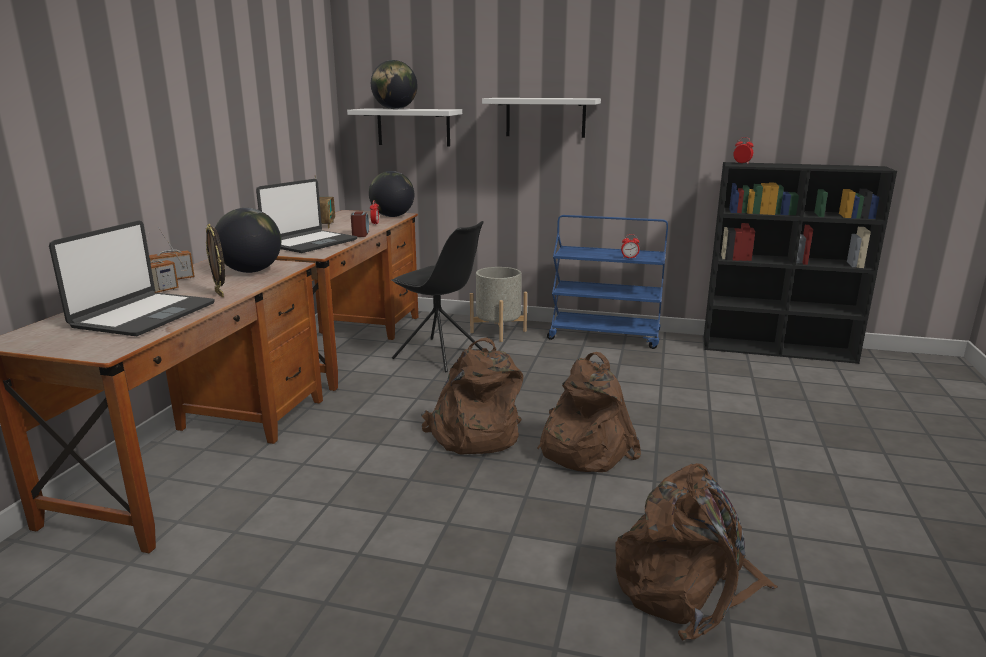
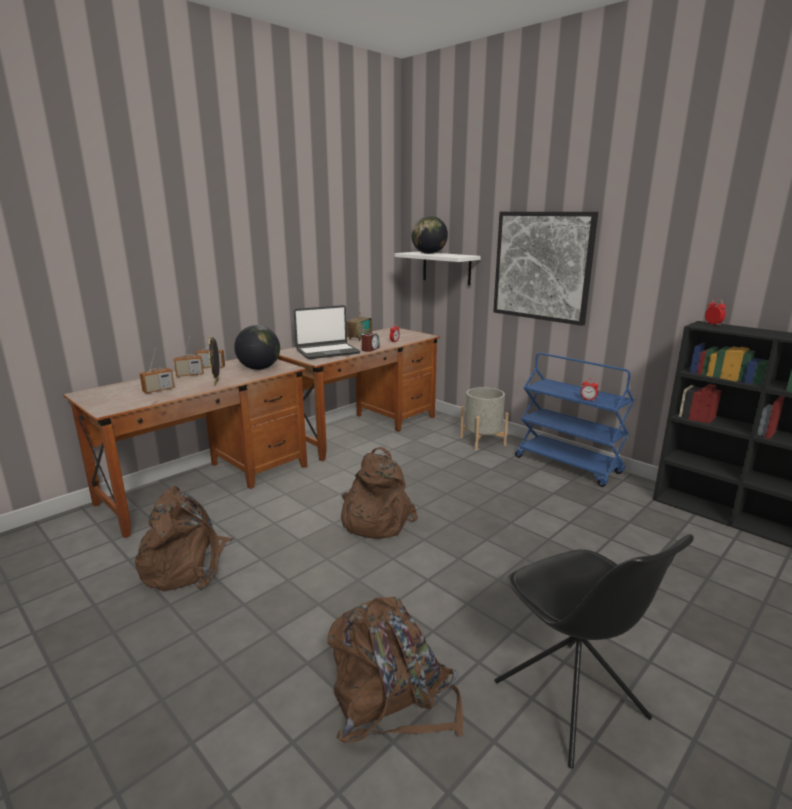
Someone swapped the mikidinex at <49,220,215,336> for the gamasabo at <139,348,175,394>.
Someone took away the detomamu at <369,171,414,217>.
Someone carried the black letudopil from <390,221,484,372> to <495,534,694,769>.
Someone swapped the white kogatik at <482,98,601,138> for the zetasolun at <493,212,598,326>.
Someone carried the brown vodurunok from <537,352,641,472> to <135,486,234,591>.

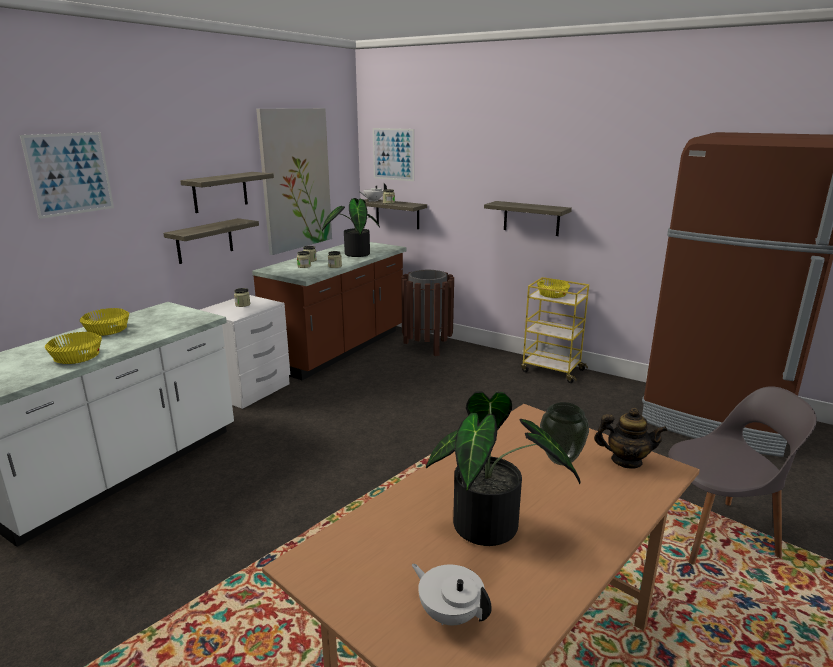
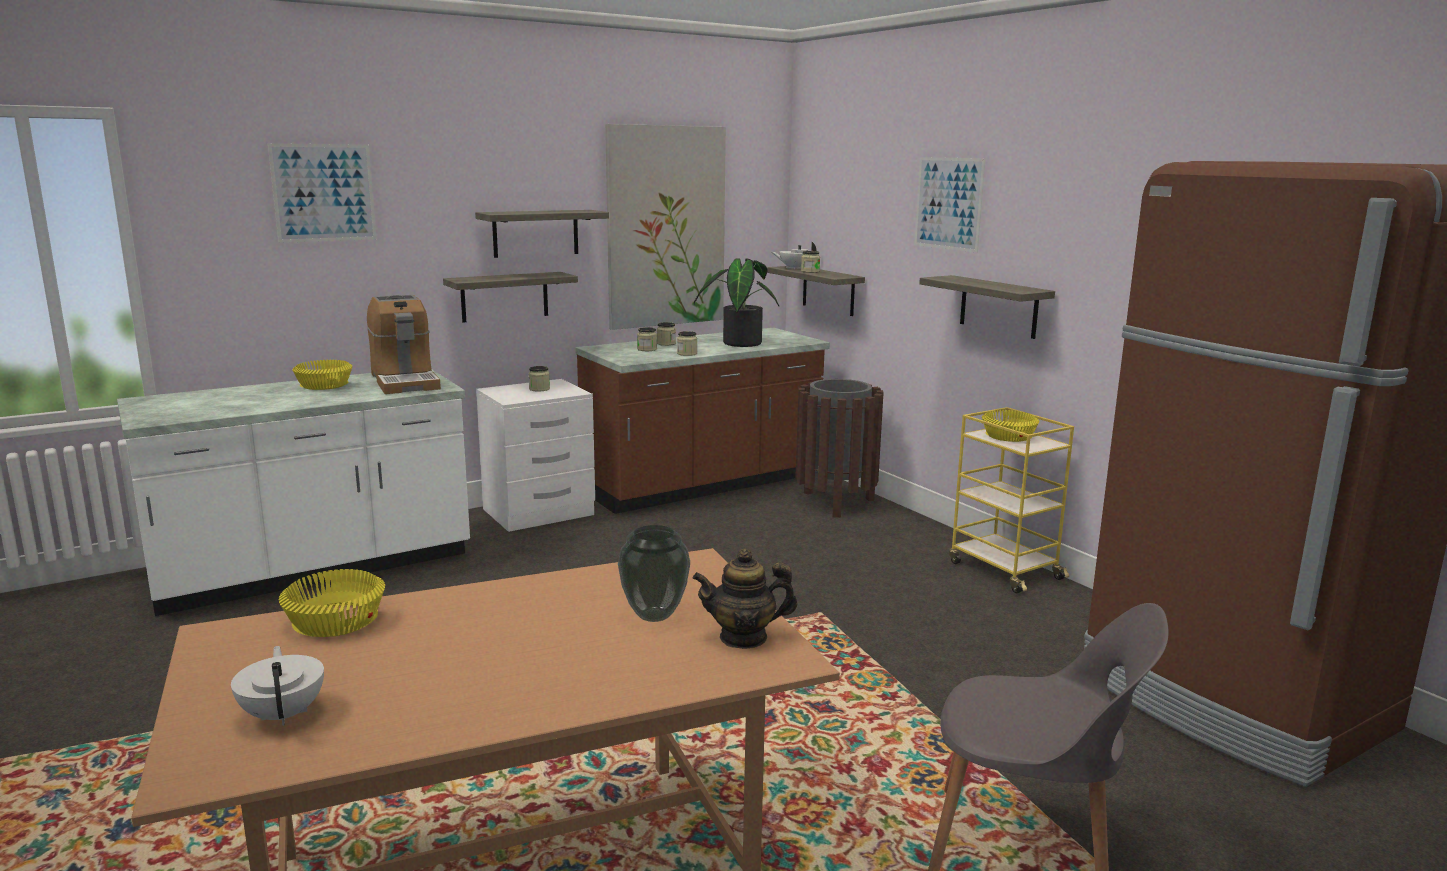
Someone carried the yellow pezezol from <45,332,102,364> to <278,569,385,637>.
Someone carried the zetasolun from <373,128,414,181> to <914,157,986,253>.
Someone took away the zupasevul at <426,391,581,546>.
Someone rotated the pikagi at <594,408,668,469> by 135 degrees clockwise.
Someone put down the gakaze at <367,295,441,394>.

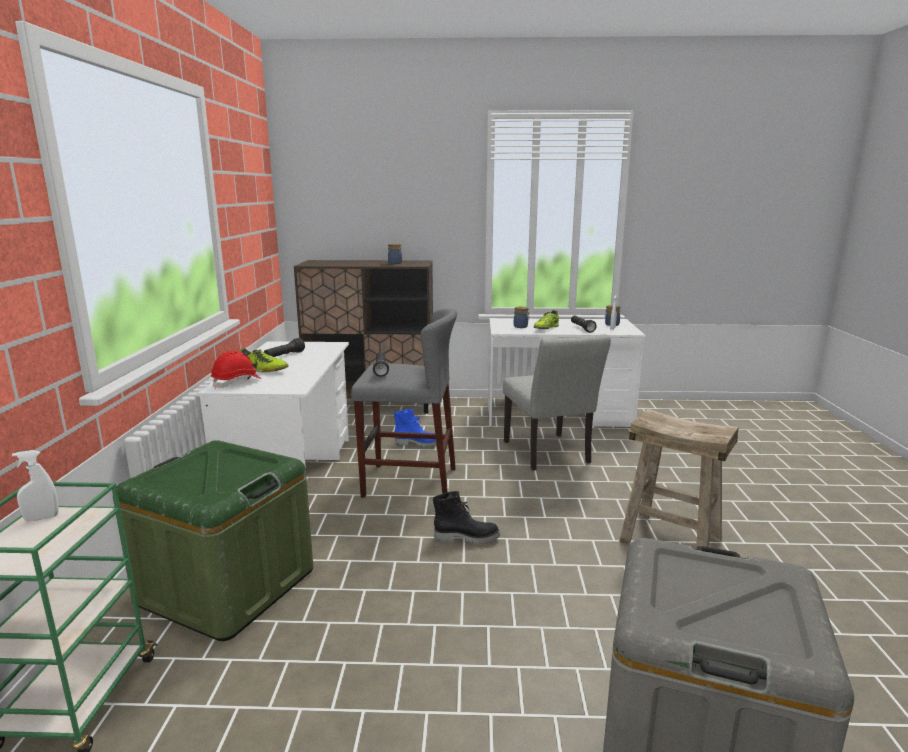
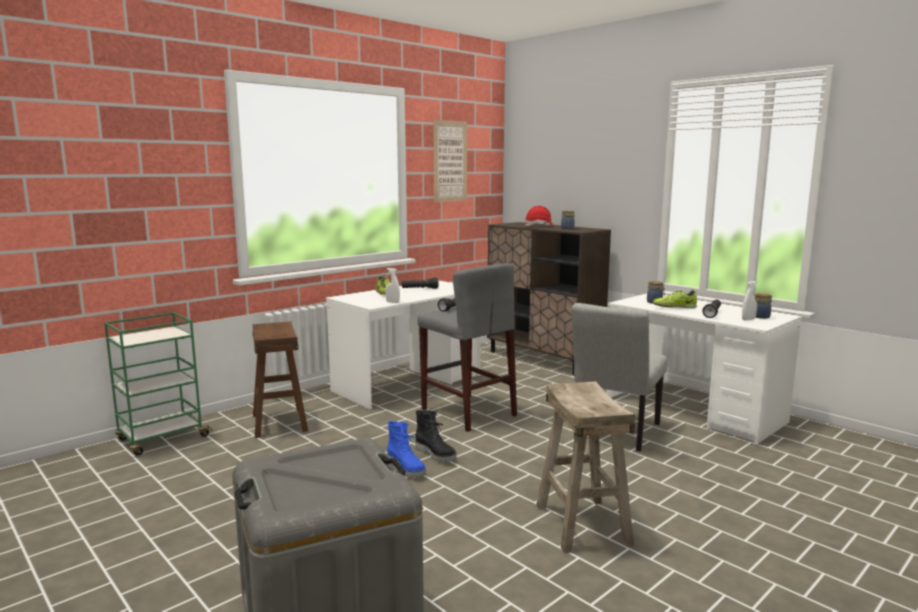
Someone carried the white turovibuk from <12,450,59,521> to <385,268,400,303>.
Someone swapped the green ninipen at <113,440,313,641> for the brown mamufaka at <252,322,308,438>.
Someone carried the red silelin from <211,351,262,389> to <525,206,554,226>.
Someone carried the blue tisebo from <394,409,437,447> to <387,421,426,478>.
Someone put up the zetasolun at <433,120,467,202>.

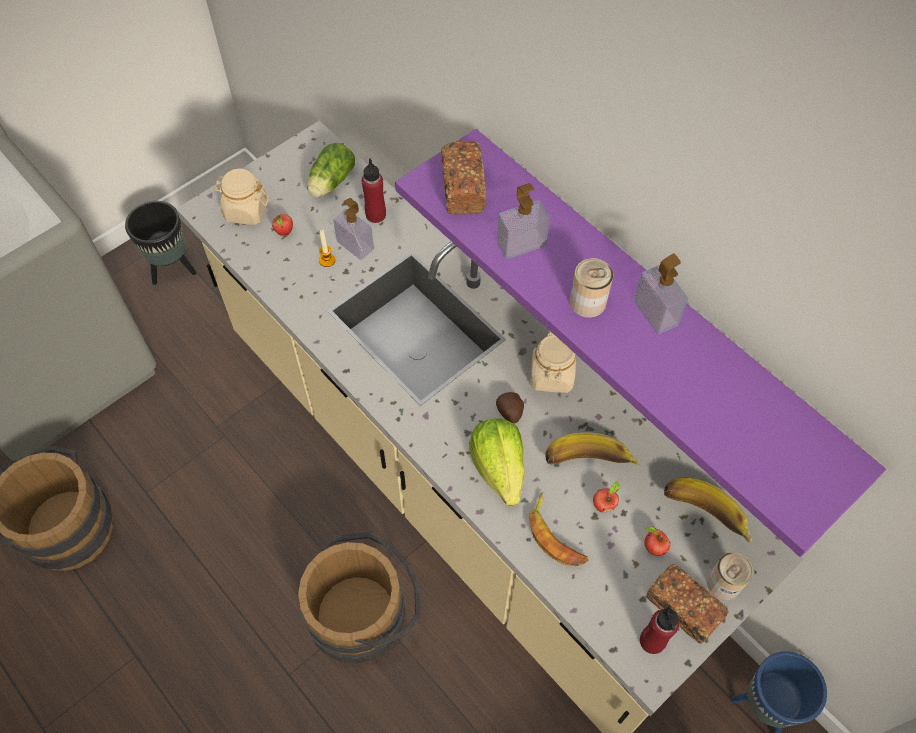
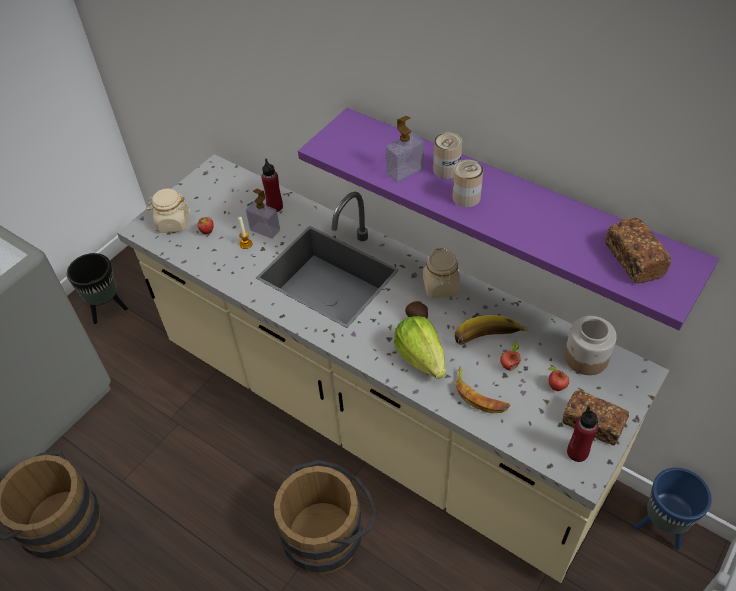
Someone took away the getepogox at <307,142,355,197>.
Someone carried the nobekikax from <441,140,486,215> to <605,218,671,284>.
Someone took away the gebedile at <634,254,688,334>.
Someone swapped the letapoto at <664,478,753,543> for the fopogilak at <564,316,617,375>.
Someone carried the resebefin from <707,552,753,600> to <433,132,462,179>.

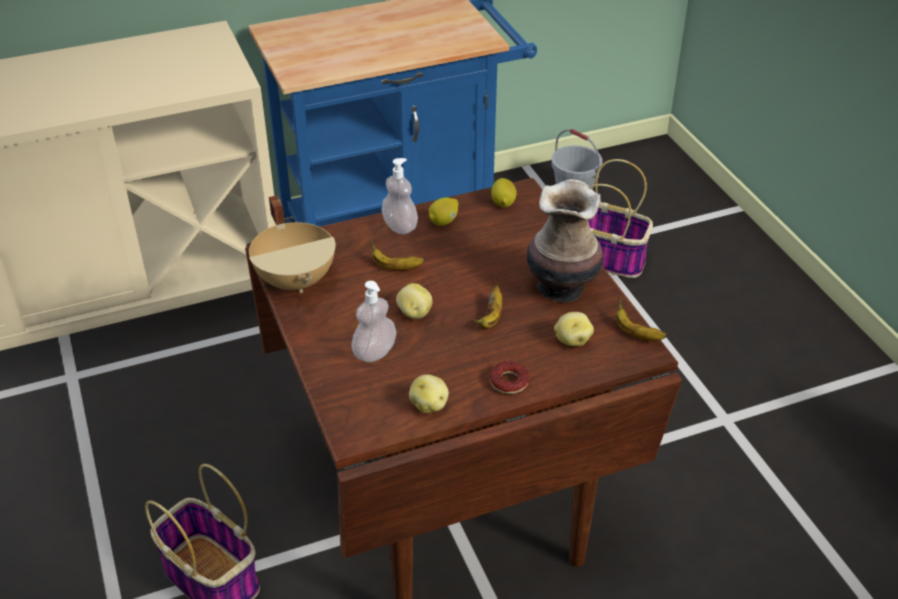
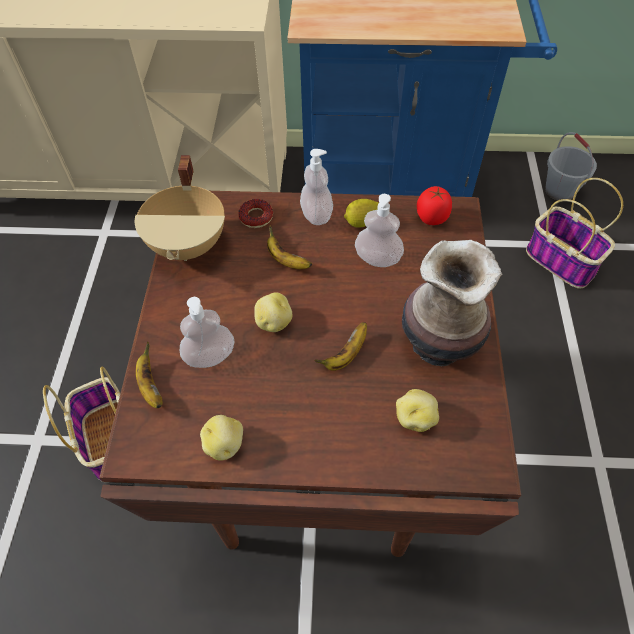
Someone carried the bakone from <489,361,529,394> to <238,199,273,228>.
Someone swapped the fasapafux at <491,178,517,207> for the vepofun at <417,186,452,225>.
Someone carried the letapoto from <616,298,667,341> to <136,342,163,408>.
Someone put down the gebedile at <355,194,404,267>.

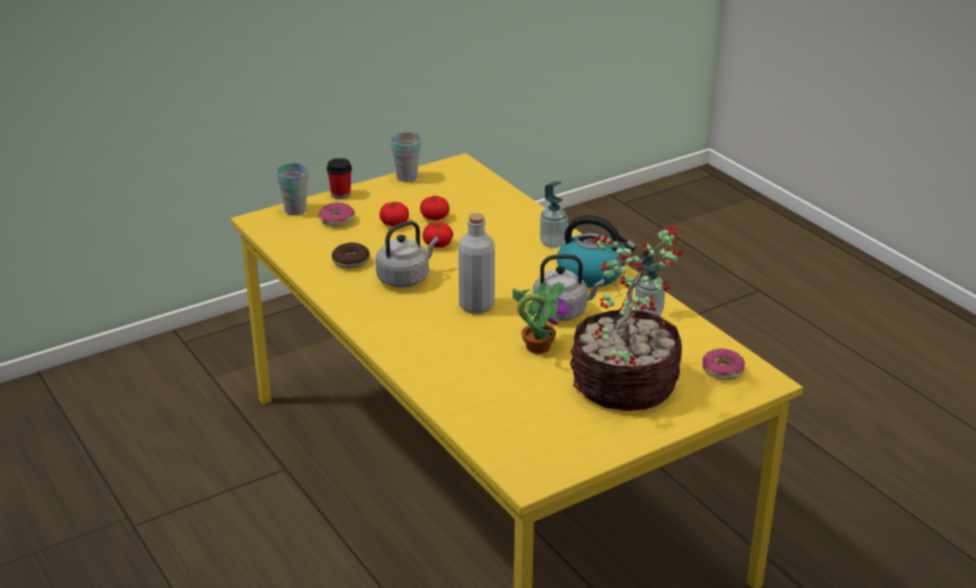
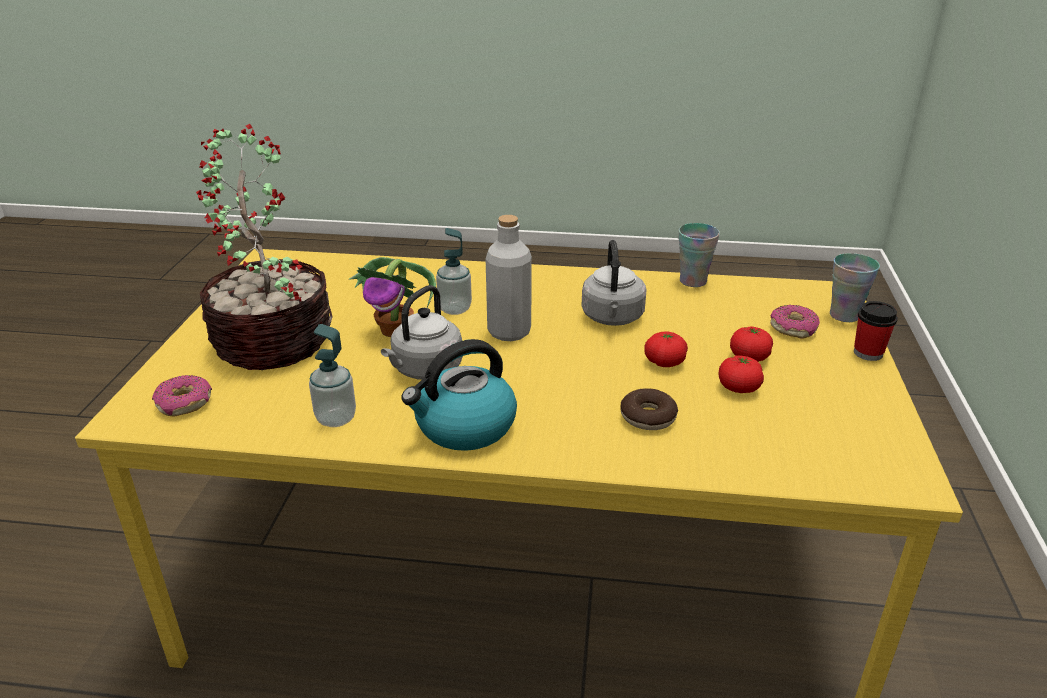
Someone carried the bakone from <332,242,370,269> to <620,388,678,430>.
Someone carried the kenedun from <390,132,421,182> to <679,223,720,287>.
Someone carried the gebedile from <540,181,568,248> to <436,228,472,315>.

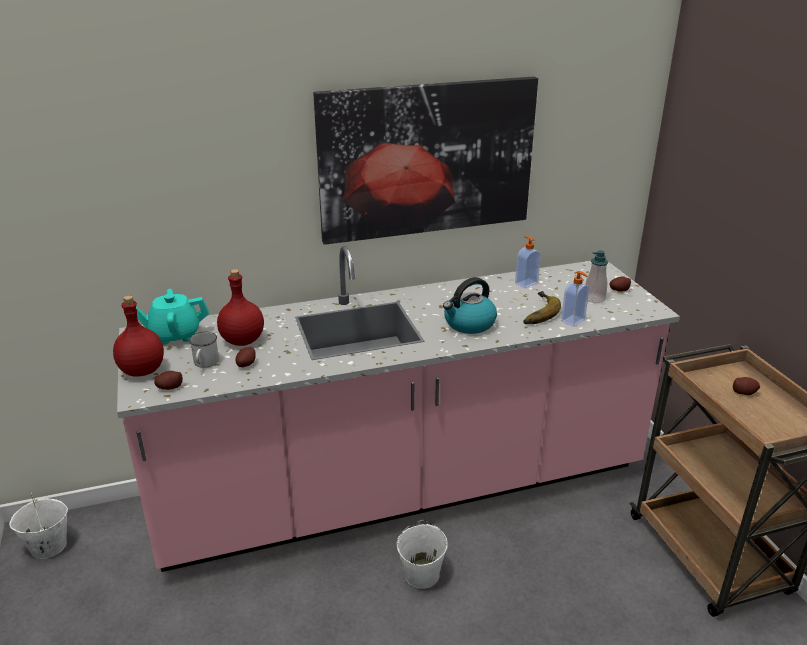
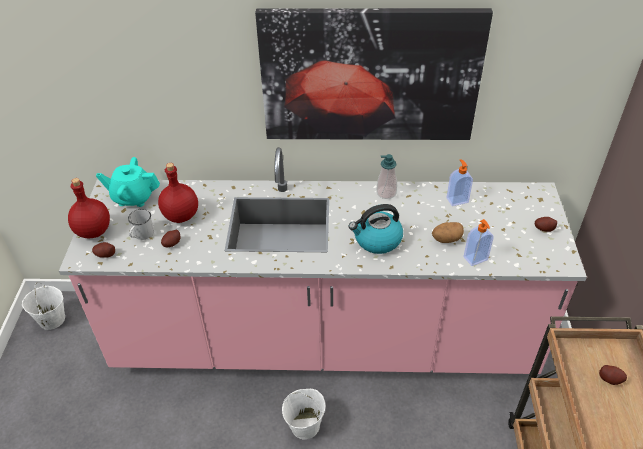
Someone swapped the letapoto at <523,291,561,324> for the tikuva at <432,222,464,243>.
Someone carried the gebedile from <585,250,608,303> to <377,154,397,199>.

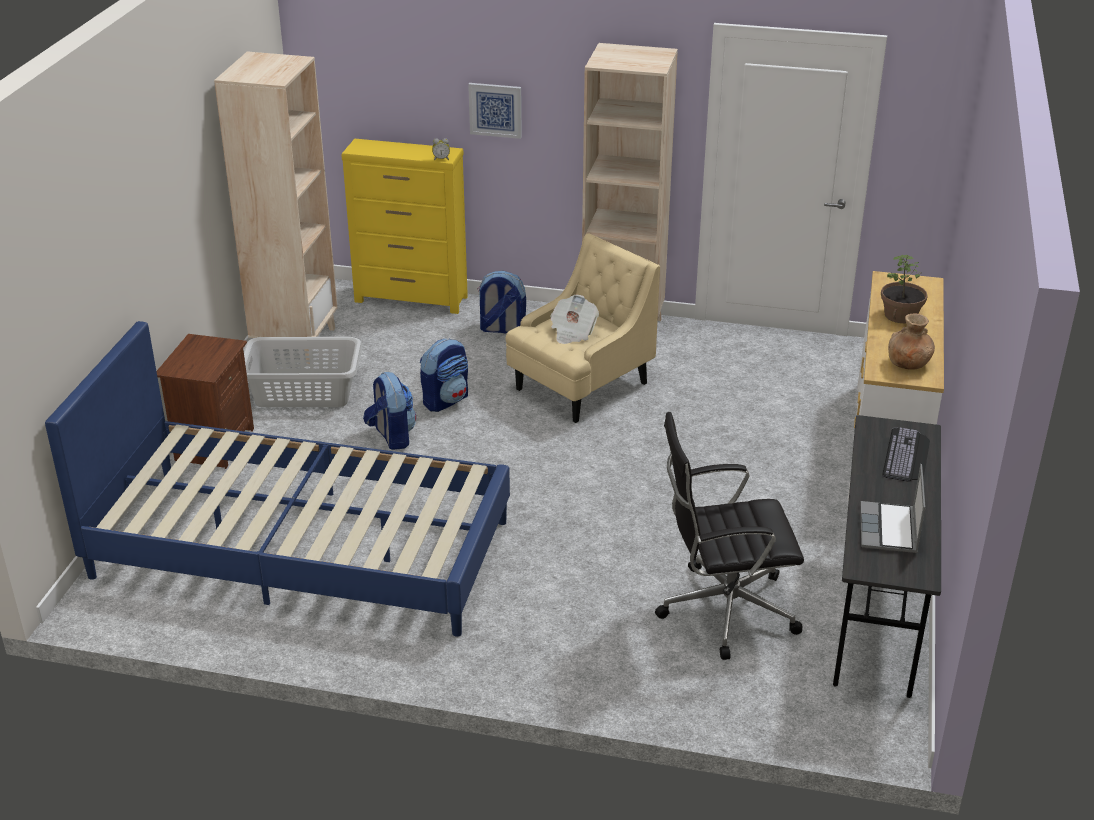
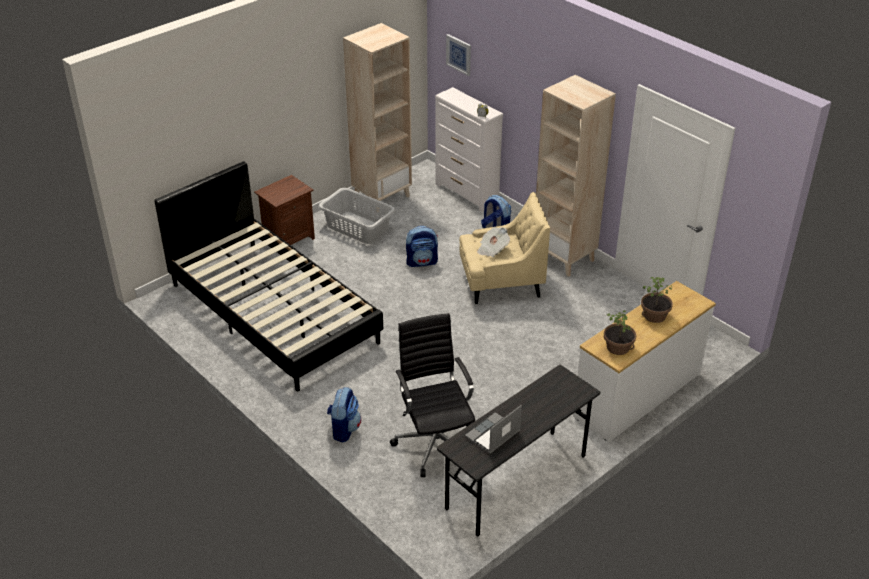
Someone repainted the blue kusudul at <45,321,510,637>, which became the black kusudul at <154,161,383,391>.
Someone repainted the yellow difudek at <341,138,468,314>, which became the white difudek at <435,87,503,213>.
Someone carried the vodurunok from <363,372,416,450> to <327,387,361,443>.
Someone carried the zetasolun from <468,83,522,139> to <446,34,471,76>.
Someone rotated the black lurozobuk at <655,412,804,660> by 45 degrees clockwise.
Someone took away the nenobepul at <882,427,930,482>.
Someone swapped the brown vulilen at <888,313,935,370> for the zupasevul at <604,311,636,355>.

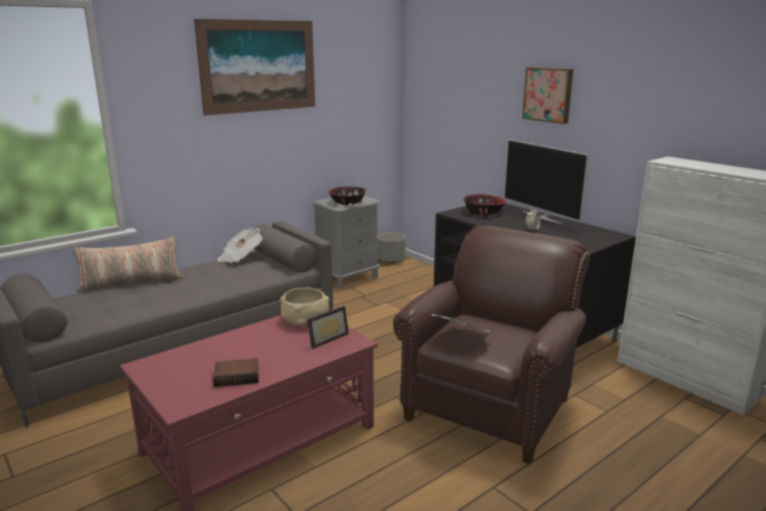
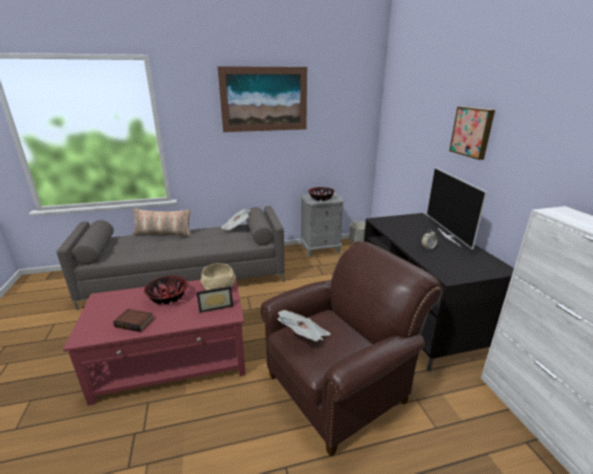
Someone carried the pezezol from <463,194,506,215> to <144,276,188,304>.

